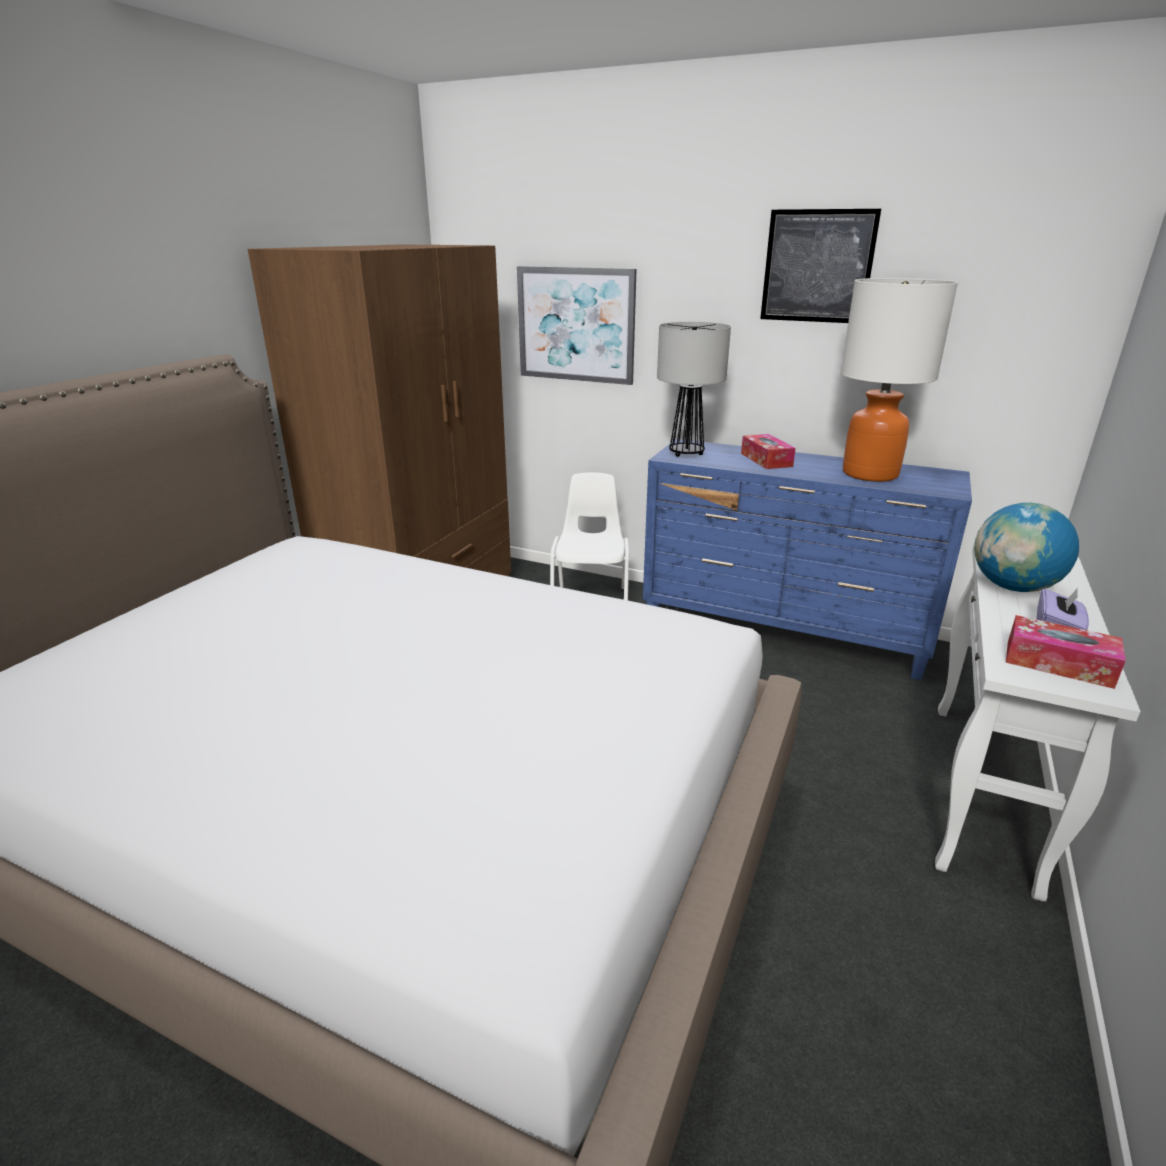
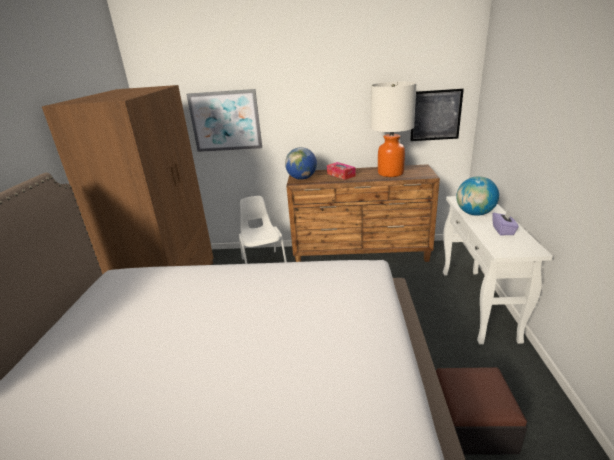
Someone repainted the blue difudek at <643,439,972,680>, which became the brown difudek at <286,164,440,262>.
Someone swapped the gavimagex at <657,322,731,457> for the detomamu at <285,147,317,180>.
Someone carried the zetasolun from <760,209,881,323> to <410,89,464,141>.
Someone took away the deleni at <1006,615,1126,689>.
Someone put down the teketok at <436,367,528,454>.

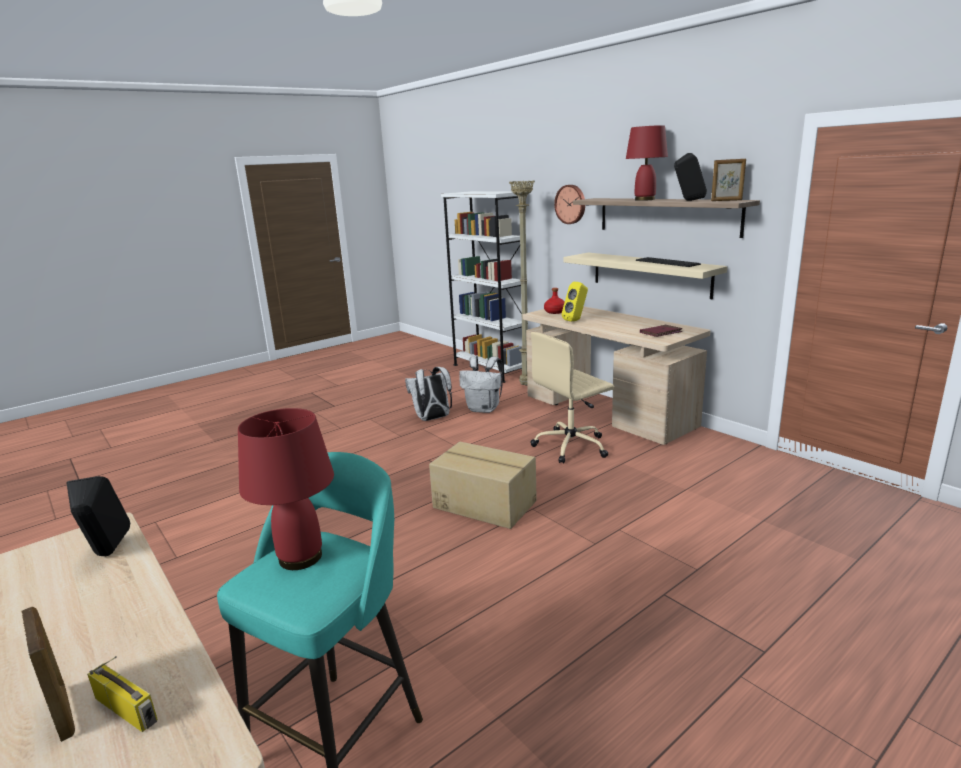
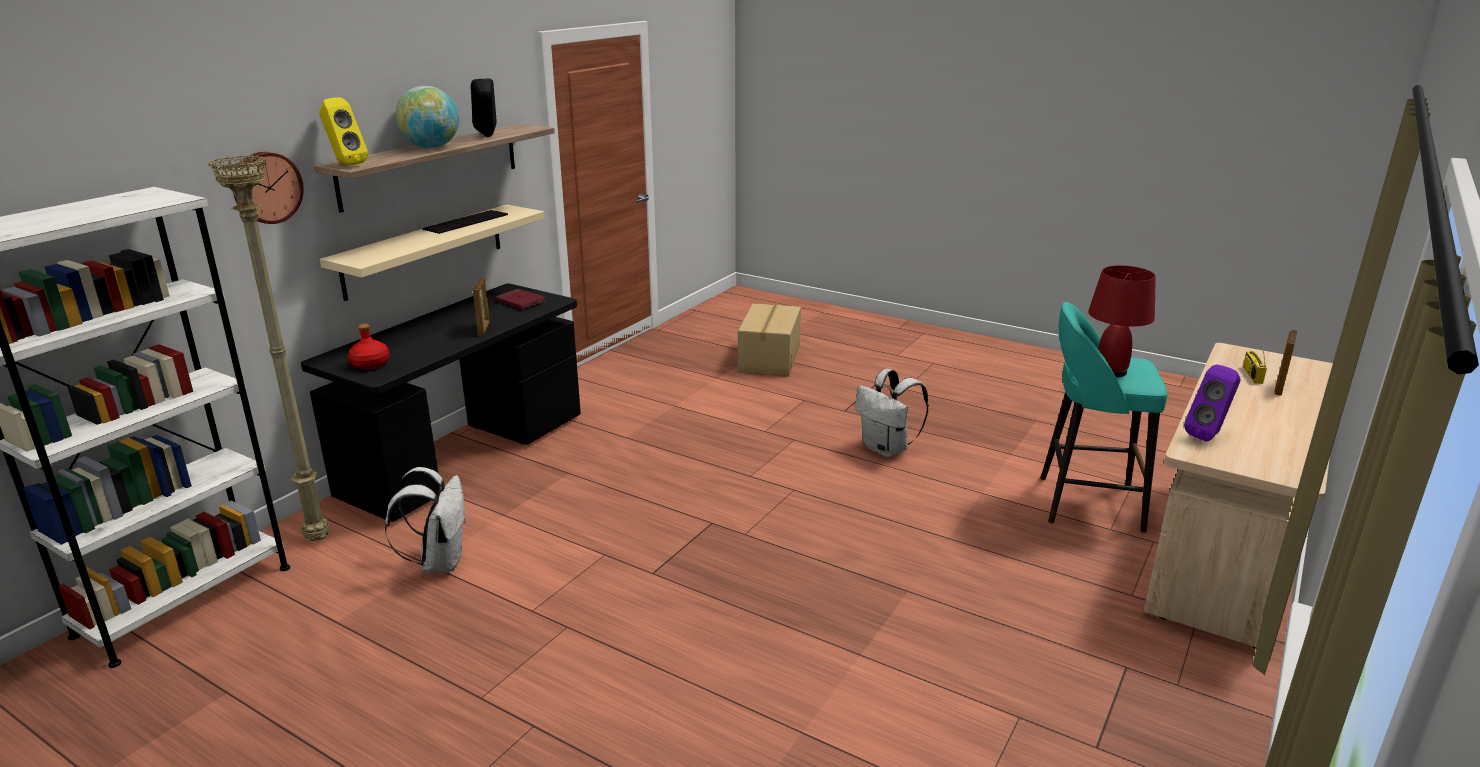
Someone repainted the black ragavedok at <66,476,130,556>, which became the purple ragavedok at <1184,364,1241,441>.
Someone carried the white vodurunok from <405,367,452,421> to <855,369,929,457>.
Someone carried the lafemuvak from <429,442,537,529> to <738,303,801,376>.
Someone repainted the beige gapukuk at <522,306,711,445>, which became the black gapukuk at <301,284,581,522>.
Someone took away the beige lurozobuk at <530,332,614,464>.
Someone carried the yellow ragavedok from <562,282,588,321> to <319,97,368,165>.
Someone swapped the red gavimagex at <626,125,668,201> for the detomamu at <396,86,459,148>.
Someone carried the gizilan from <711,159,746,201> to <473,278,490,336>.

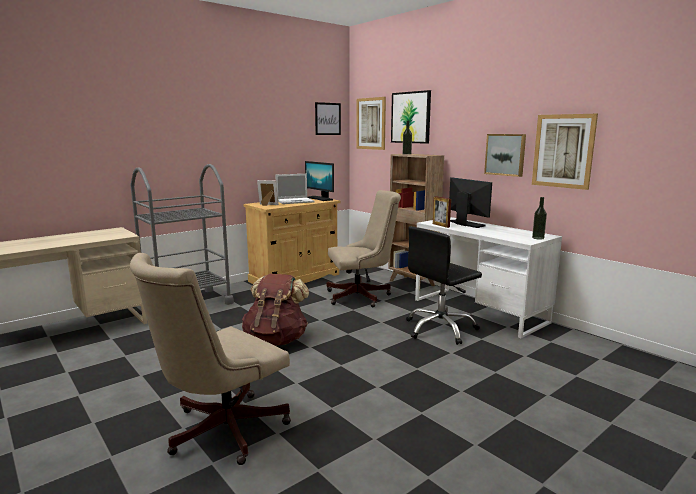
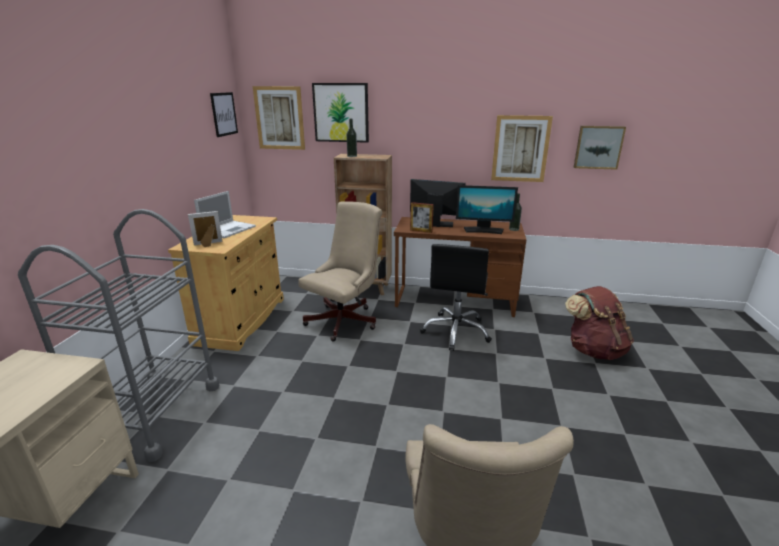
Someone carried the brown vodurunok from <242,274,309,346> to <565,286,634,360>.
Someone carried the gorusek from <305,161,334,201> to <456,185,518,234>.
Someone repainted the white gapukuk at <415,217,562,338>, which became the brown gapukuk at <394,217,526,317>.
Someone carried the zetasolun from <484,134,526,177> to <574,126,626,170>.

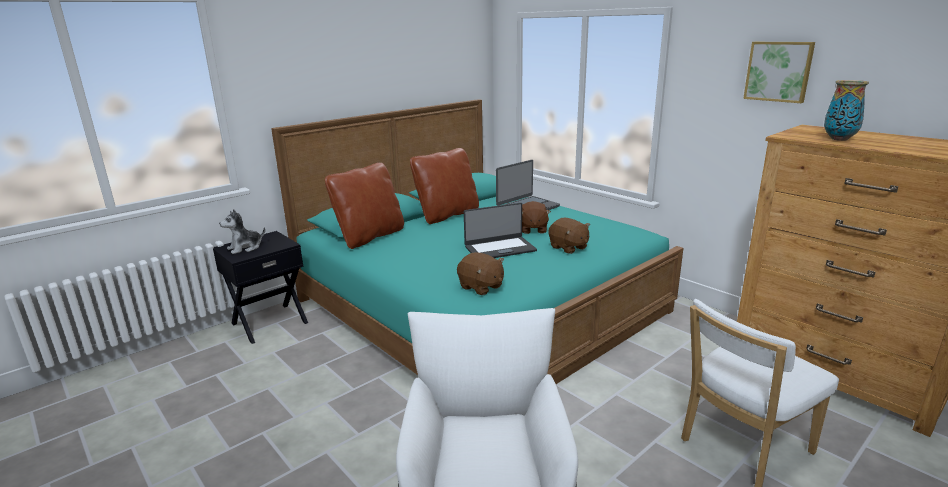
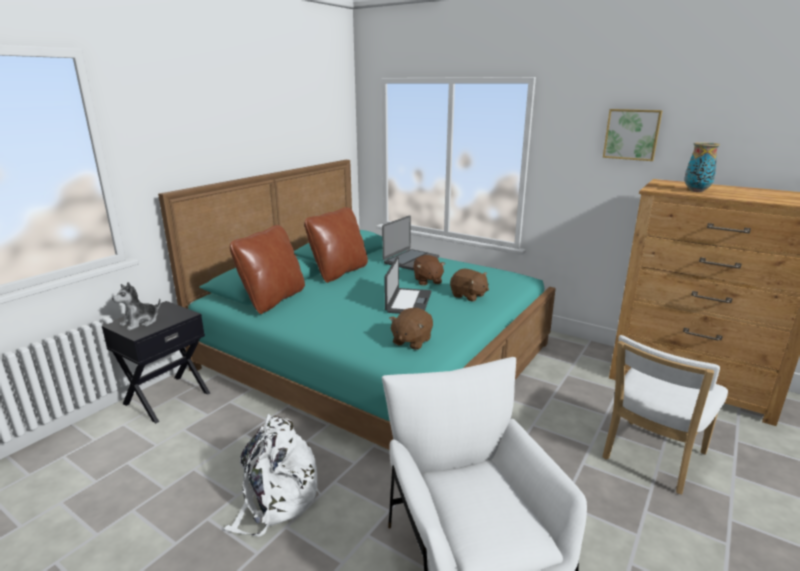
Someone rotated the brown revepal at <457,252,504,295> by 90 degrees clockwise.
Someone rotated the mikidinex at <464,203,537,258> by 45 degrees counterclockwise.
Someone put down the white vodurunok at <224,414,320,537>.

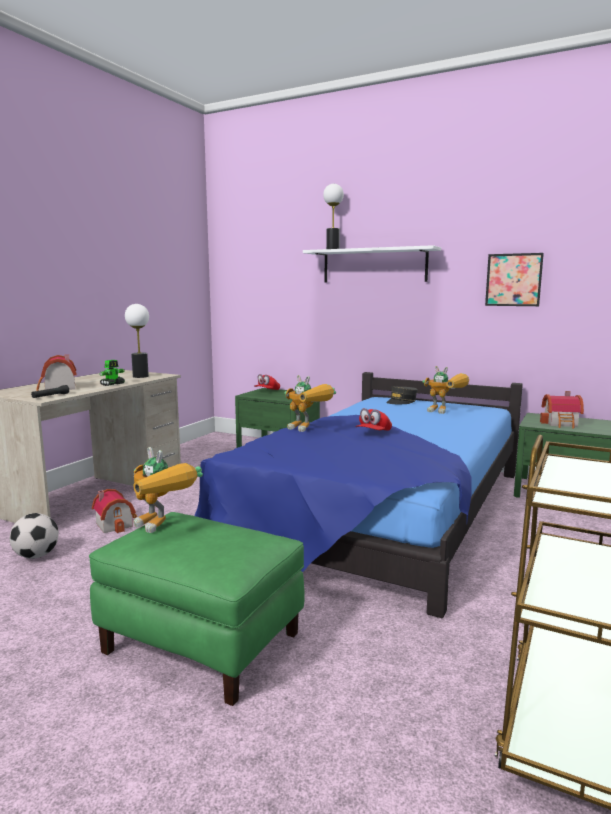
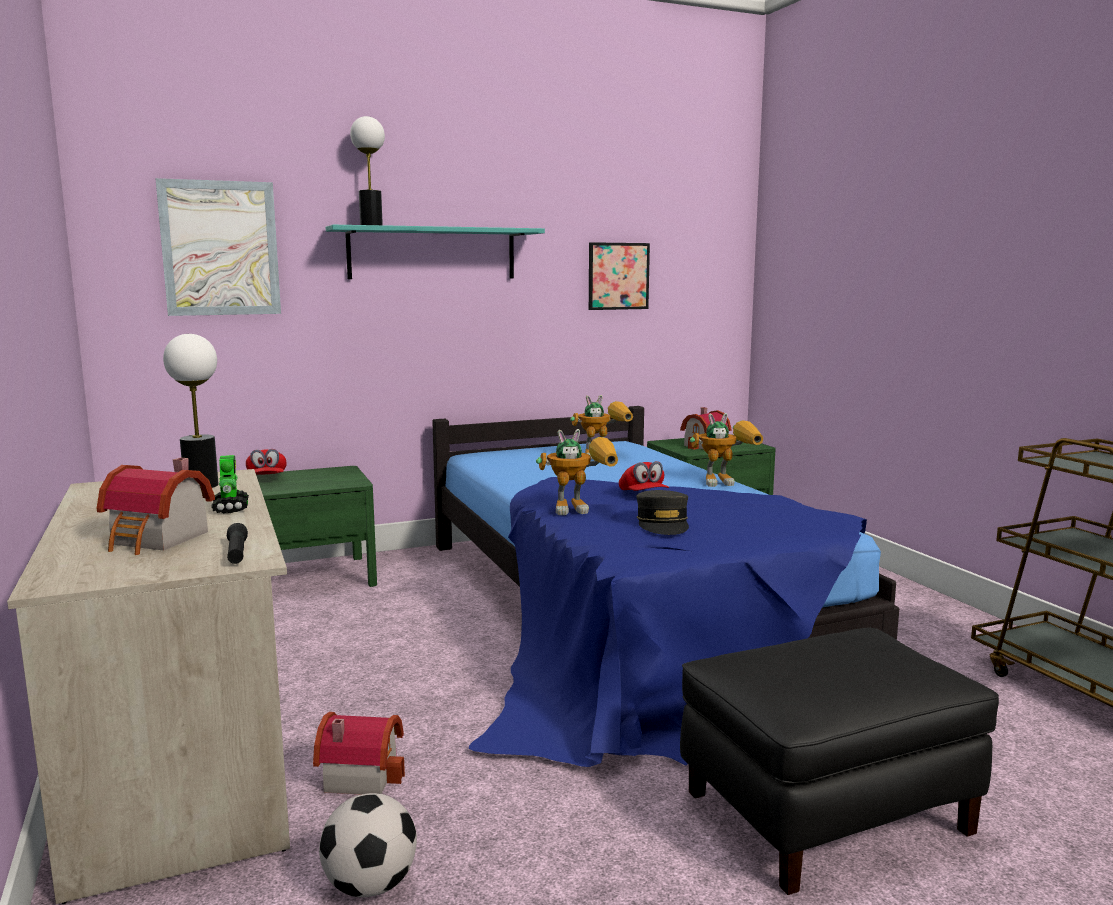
Someone repainted the green teketok at <89,512,305,706>, which became the black teketok at <680,627,999,895>.
Someone carried the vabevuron from <133,447,203,533> to <690,413,763,487>.
Someone repainted the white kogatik at <303,245,441,282>, which became the turquoise kogatik at <326,225,545,279>.
Someone carried the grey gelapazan from <386,386,418,404> to <636,490,689,535>.
Someone put up the zetasolun at <155,178,281,316>.

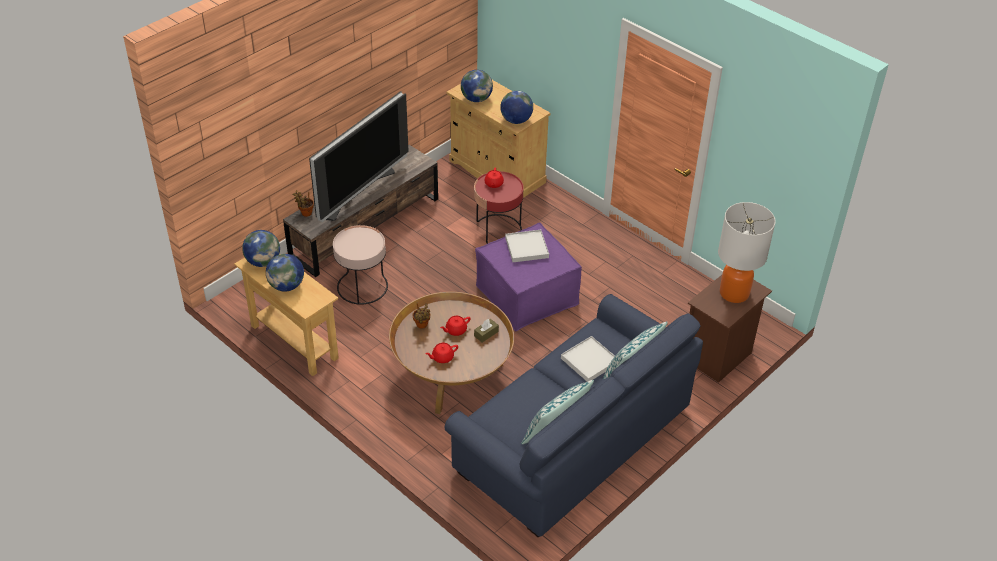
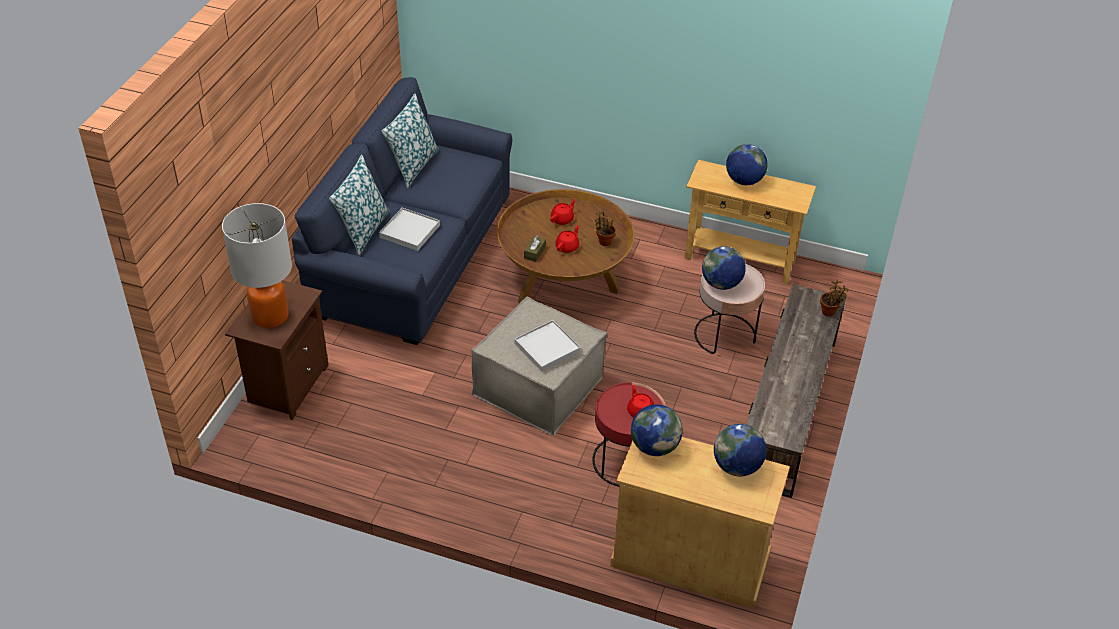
Someone carried the detomamu from <242,230,280,267> to <702,246,746,290>.
Someone took away the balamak at <309,91,409,222>.
Someone repainted the purple teketok at <475,222,582,331>, which became the beige teketok at <471,296,607,435>.

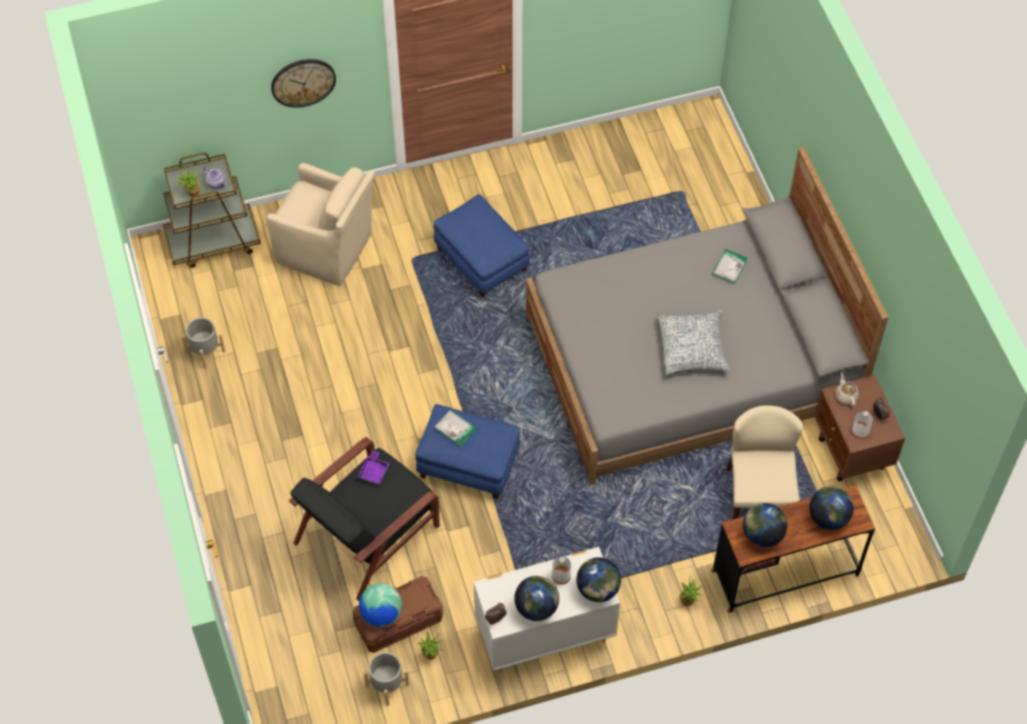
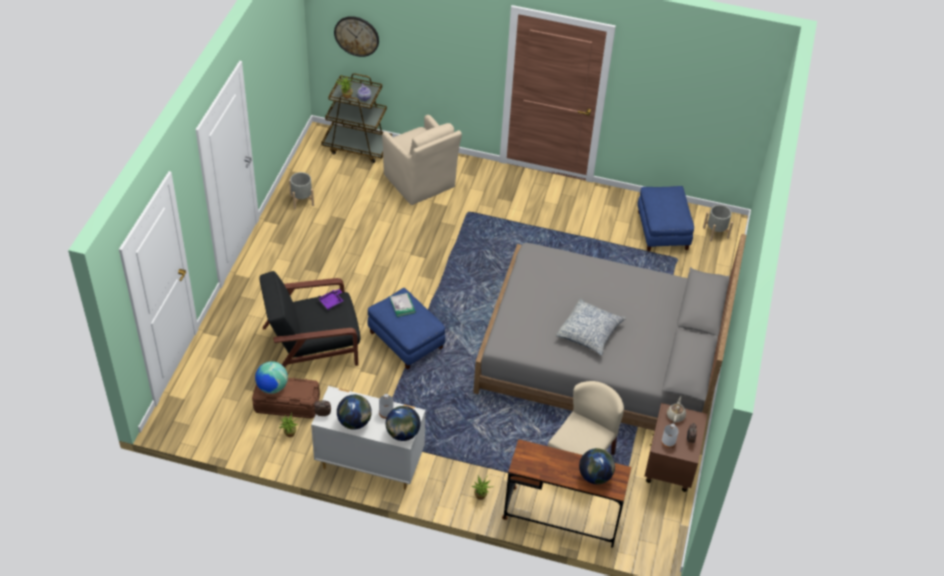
Someone carried the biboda from <271,59,336,108> to <334,16,379,57>.
Someone carried the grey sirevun from <364,652,409,706> to <703,205,733,242>.
Someone carried the blue teketok from <434,194,530,298> to <637,186,694,251>.
Someone took away the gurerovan at <712,249,747,284>.
Someone took away the detomamu at <743,503,787,547>.

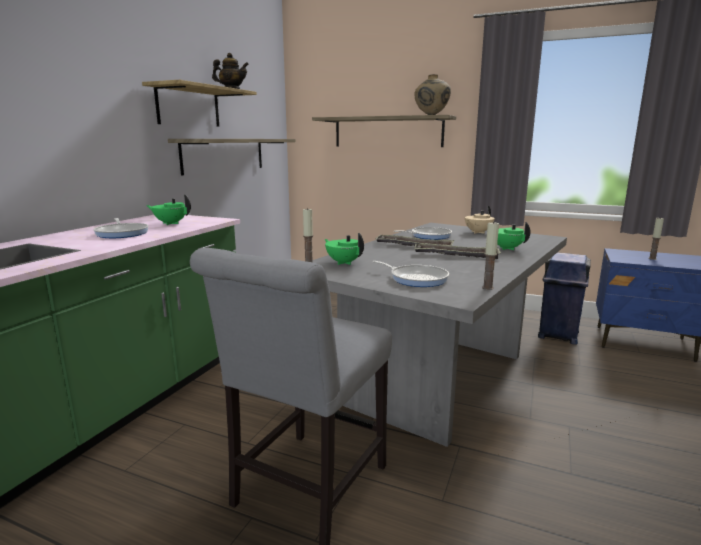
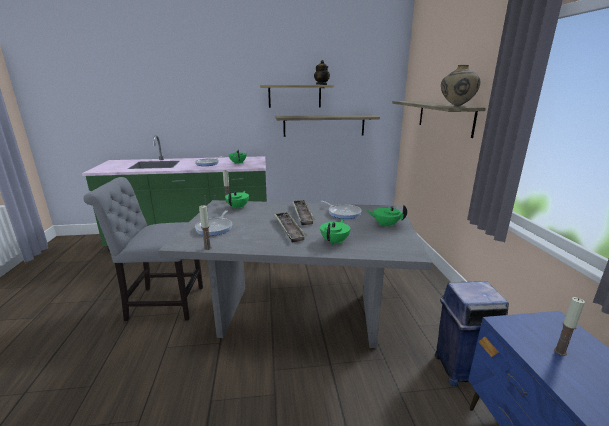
Someone repainted the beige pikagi at <465,206,495,234>, which became the green pikagi at <366,204,407,227>.

